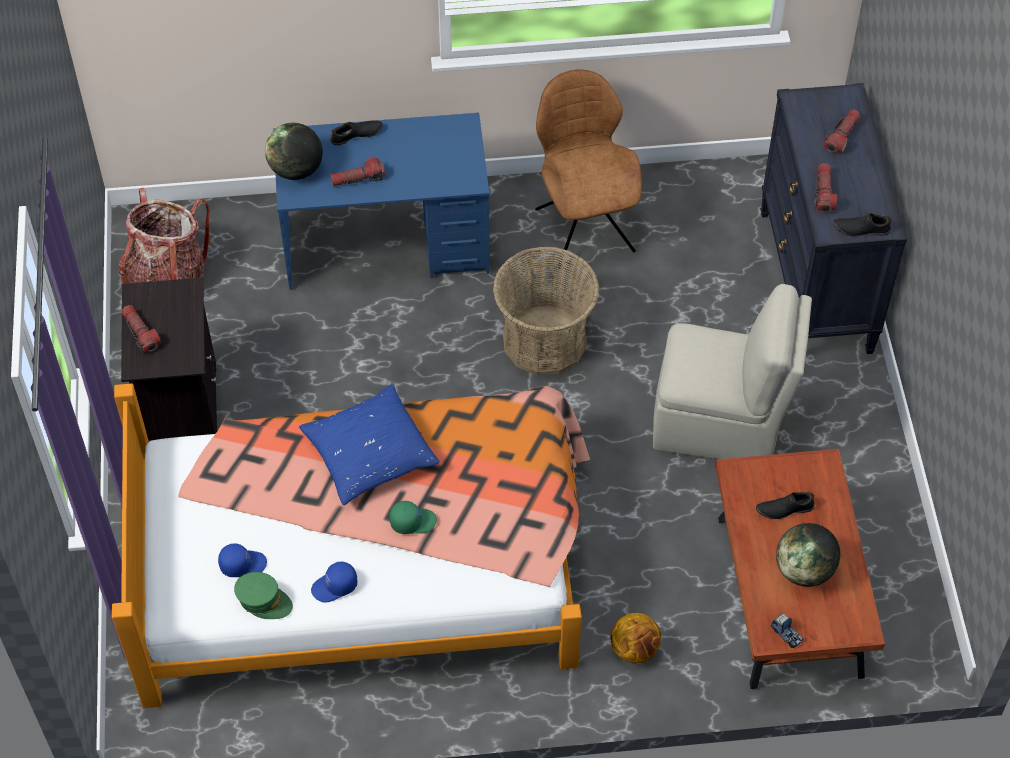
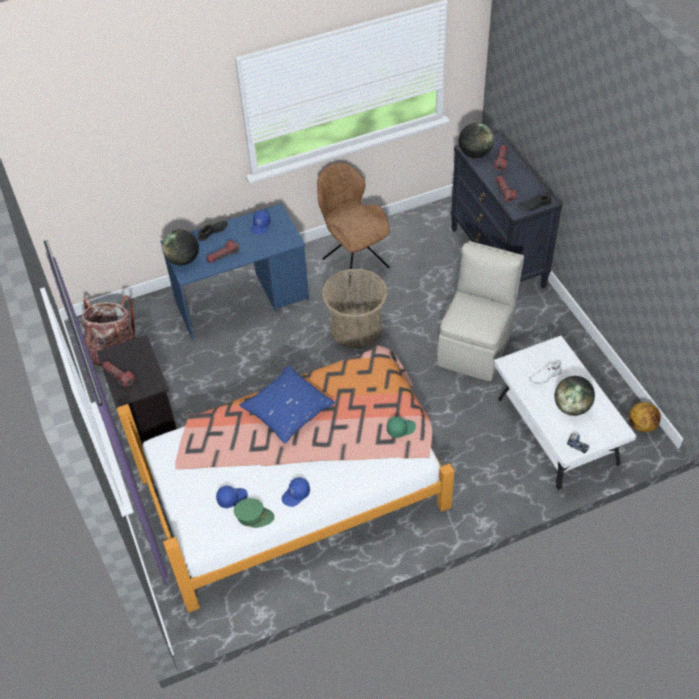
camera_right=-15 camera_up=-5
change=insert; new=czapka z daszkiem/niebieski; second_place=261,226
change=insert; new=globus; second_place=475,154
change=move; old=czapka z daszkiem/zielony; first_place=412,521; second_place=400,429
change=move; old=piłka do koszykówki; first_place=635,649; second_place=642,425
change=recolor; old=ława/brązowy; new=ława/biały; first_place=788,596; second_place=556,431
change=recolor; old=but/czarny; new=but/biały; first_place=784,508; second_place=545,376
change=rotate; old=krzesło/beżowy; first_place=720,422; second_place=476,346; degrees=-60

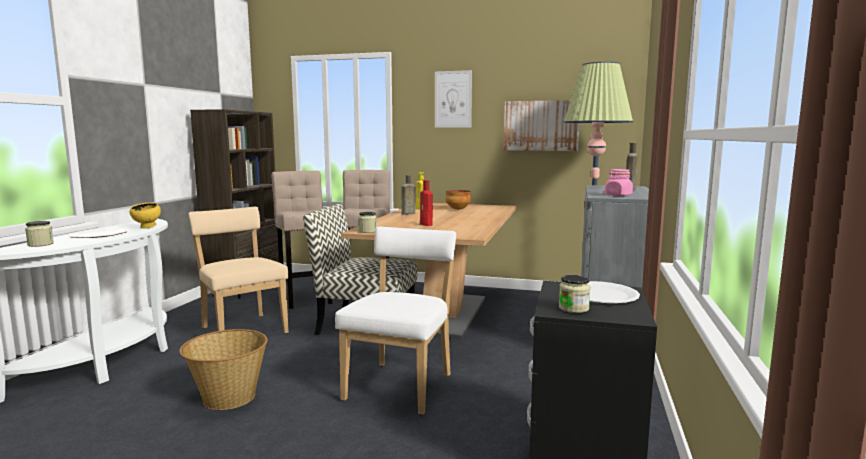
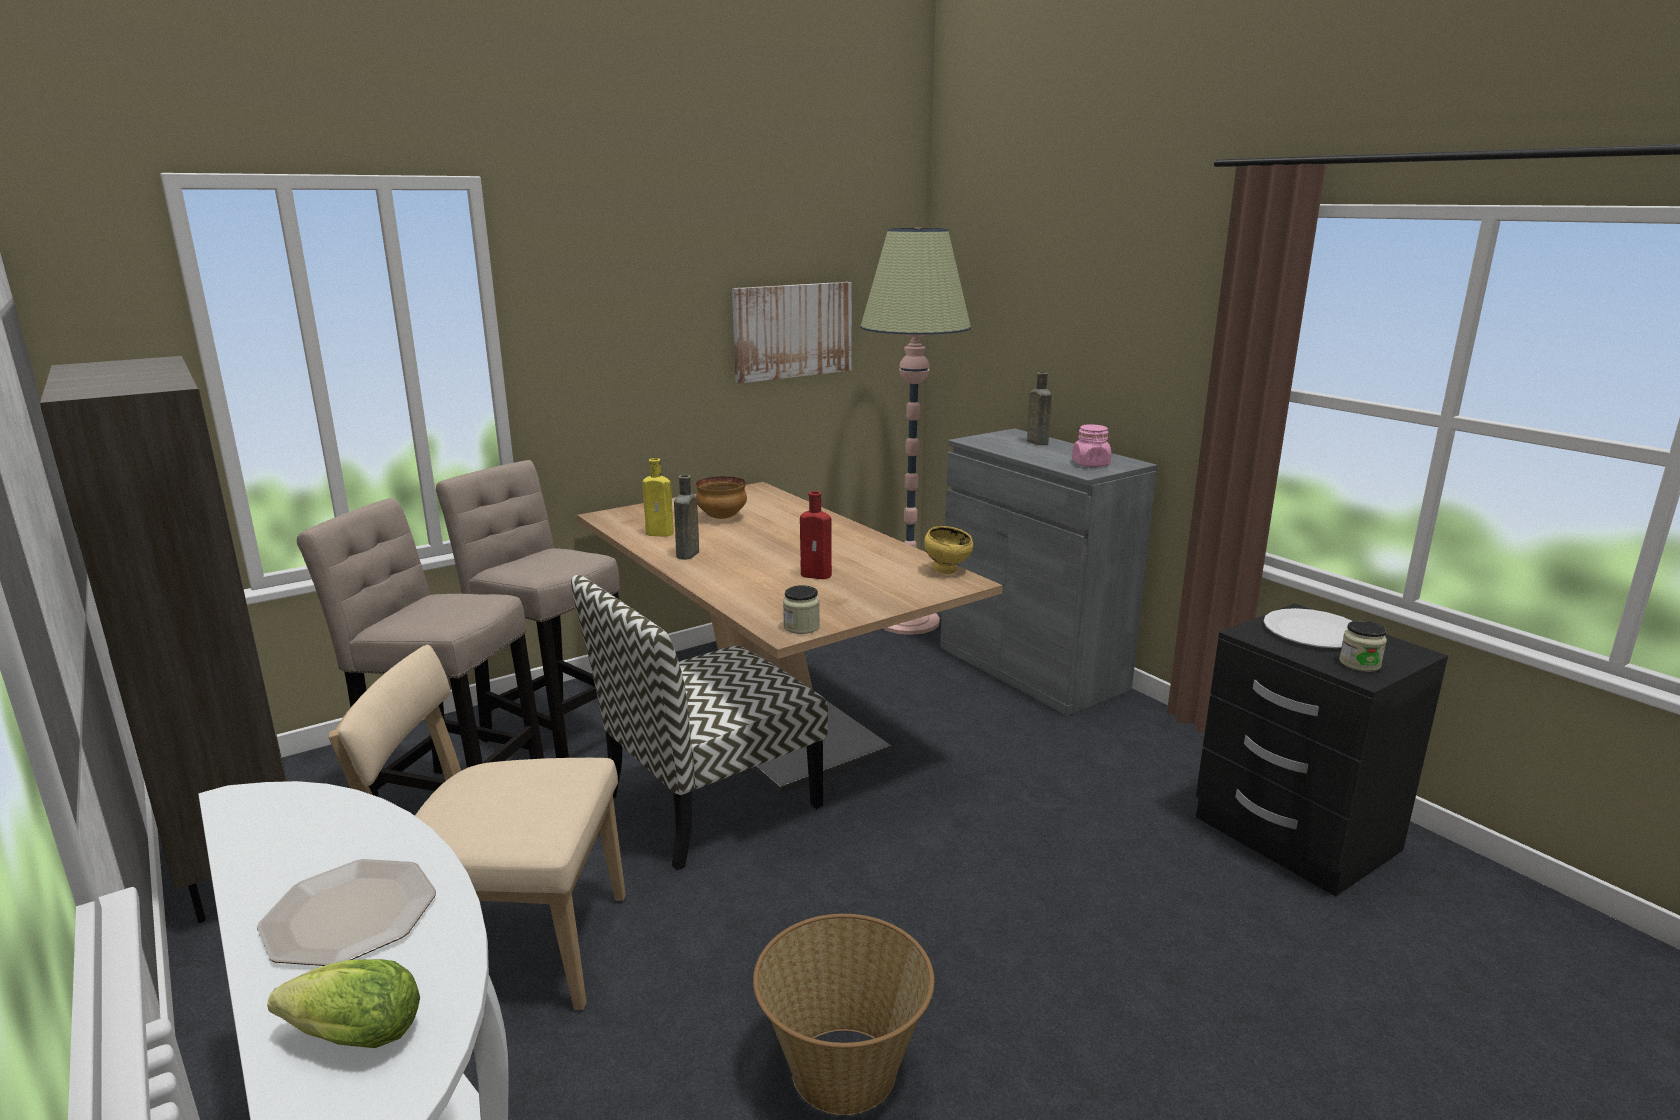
camera_right=-50 camera_up=10
change=delete; old=krzesło/biały; first_place=401,385
change=delete; old=obraz; first_place=453,99
change=move; old=miska/żółty; first_place=147,227; second_place=947,571
change=replace; old=słoik; new=sałata; first_place=40,244; second_place=348,1037

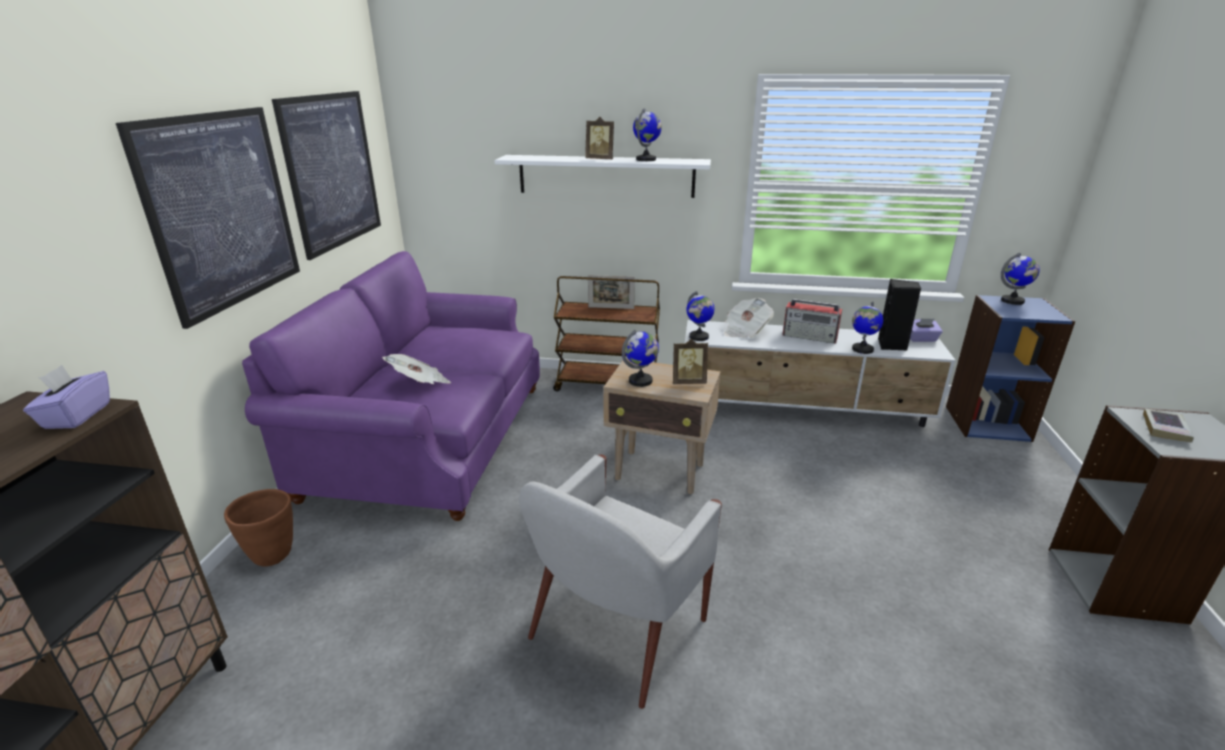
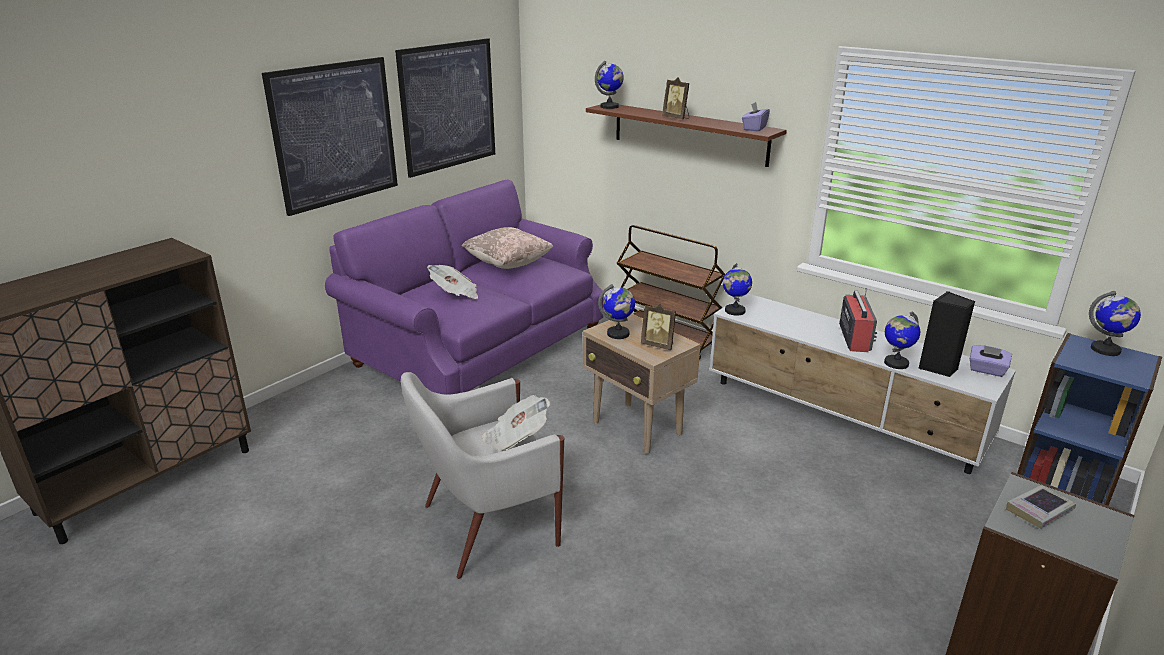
camera_right=30 camera_up=0
change=delete; old=donica/brązowy; first_place=273,555
change=delete; old=ramka na zdjęcie; first_place=611,308
change=insert; new=poduszka/beżowy; second_place=508,264
change=move; old=pudełko chusteczek/fioletowy; first_place=77,416; second_place=754,128
change=move; old=globus; first_place=646,159; second_place=609,107
change=move; old=gazeta; first_place=745,331; second_place=516,438
change=recolor; old=półka/biały; new=półka/brązowy; first_place=606,176; second_place=689,133
change=rotate; old=radio; first_place=810,337; second_place=854,337; degrees=-135

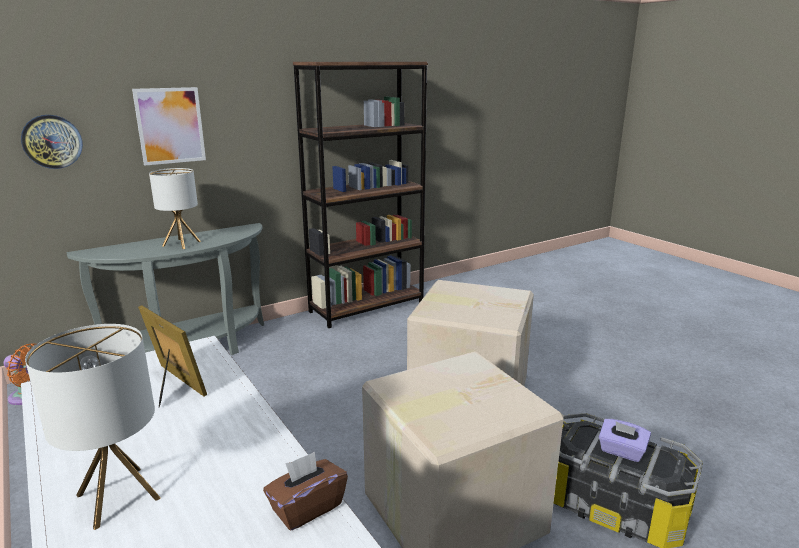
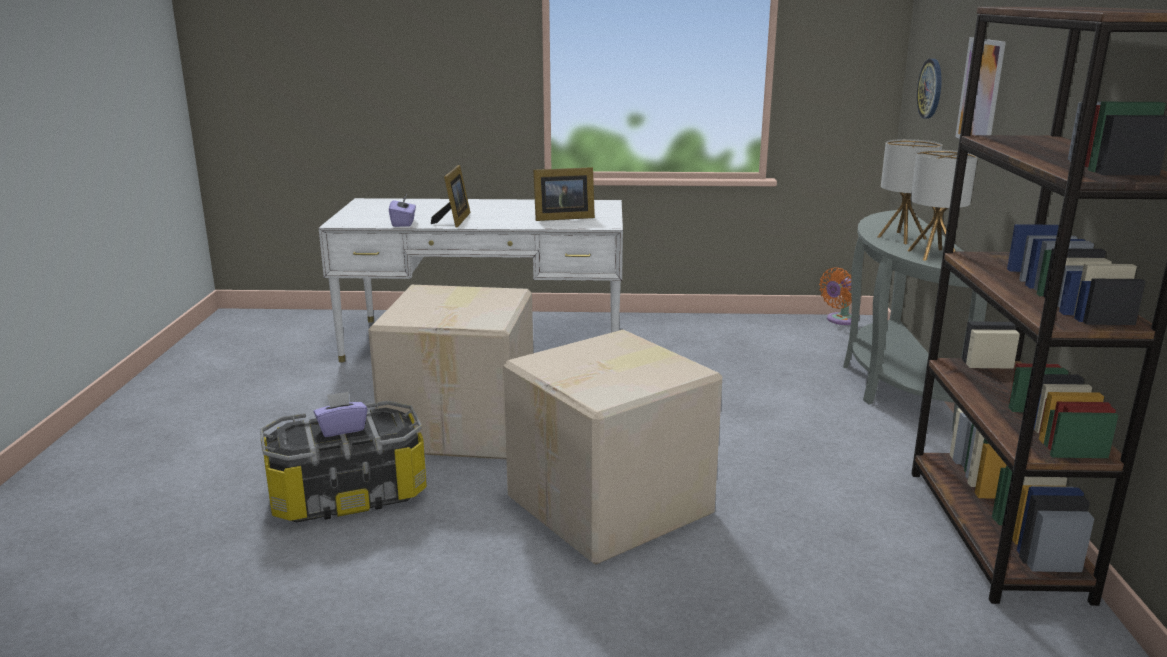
camera_right=125 camera_up=0
change=insert; new=ramka na zdjęcie; second_place=454,220
change=move; old=lampa stołowa; first_place=119,496; second_place=932,255
change=recolor; old=pudełko chusteczek/brązowy; new=pudełko chusteczek/fioletowy; first_place=307,507; second_place=403,223

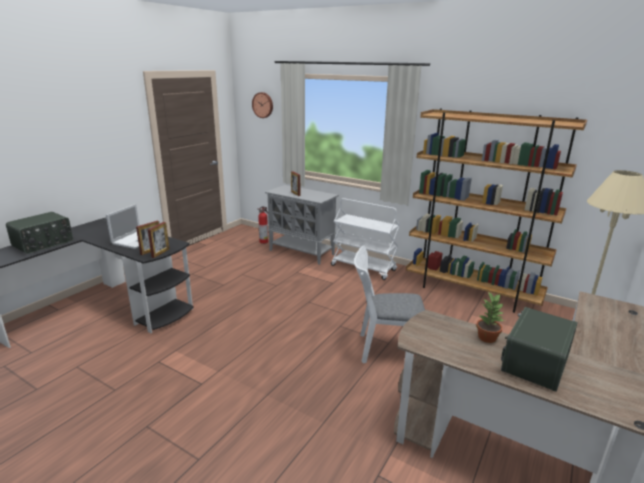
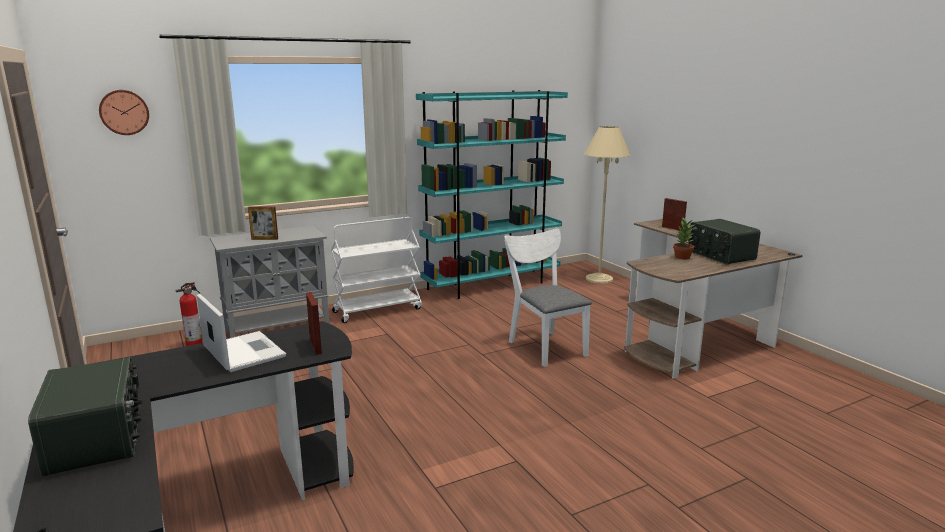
camera_right=-60 camera_up=-5
change=move; old=ramka na zdjęcie; first_place=160,253; second_place=672,228
change=recolor; old=regał/brązowy; new=regał/turkusowy; first_place=471,292; second_place=492,285
change=rotate; old=krzesło/biały; first_place=384,349; second_place=544,346; degrees=120

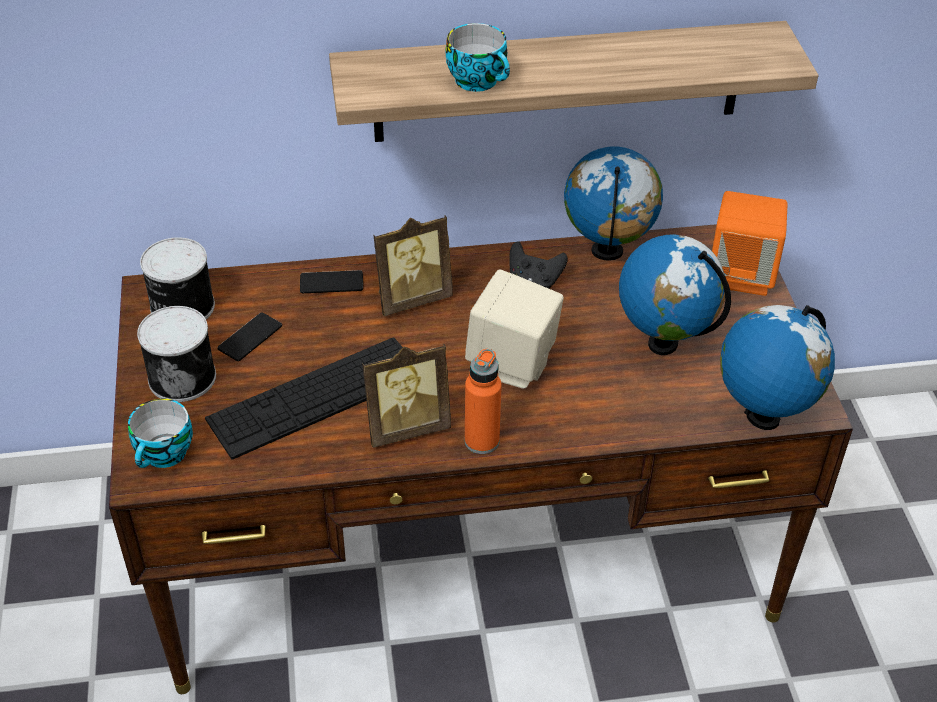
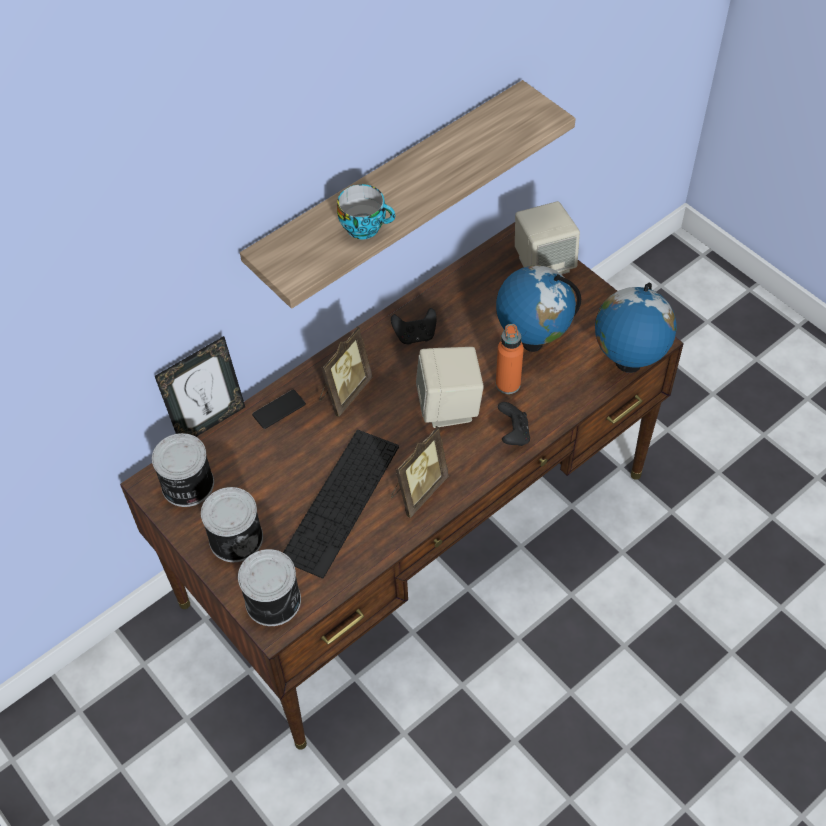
camera_right=-30 camera_up=10
change=delete; old=telefon; first_place=250,337
change=delete; old=globus; first_place=607,251
change=insert; new=ramka na zdjęcie; second_place=210,422
change=insert; new=pad do gier/czarny; second_place=513,434
change=move; old=butelka/pomarańczowy; first_place=481,441; second_place=508,384
change=replace; old=filiżanka; new=puszka; first_place=165,455; second_place=274,601
change=recolor; old=głośnik/pomarańczowy; new=głośnik/beżowy; first_place=741,275; second_place=543,264

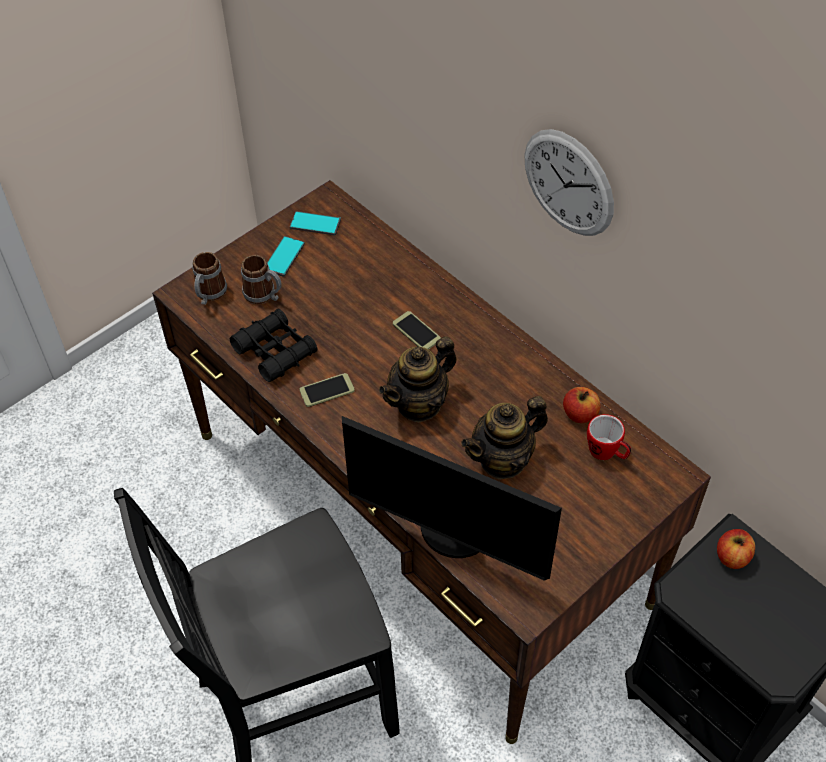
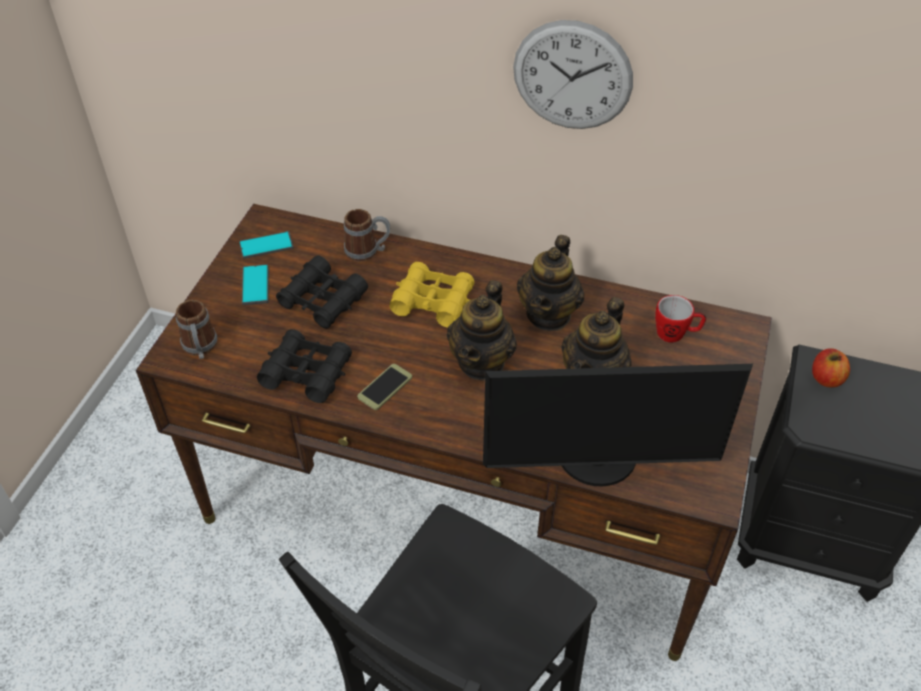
camera_right=-30 camera_up=-5
change=delete; old=jabłko; first_place=580,414
change=insert; new=lornetka/czarny; second_place=322,300
change=insert; new=imbryk; second_place=549,314
change=move; old=kubek; first_place=264,295; second_place=368,251
change=replace; old=telefon; new=lornetka/żółty; first_place=416,332; second_place=433,301

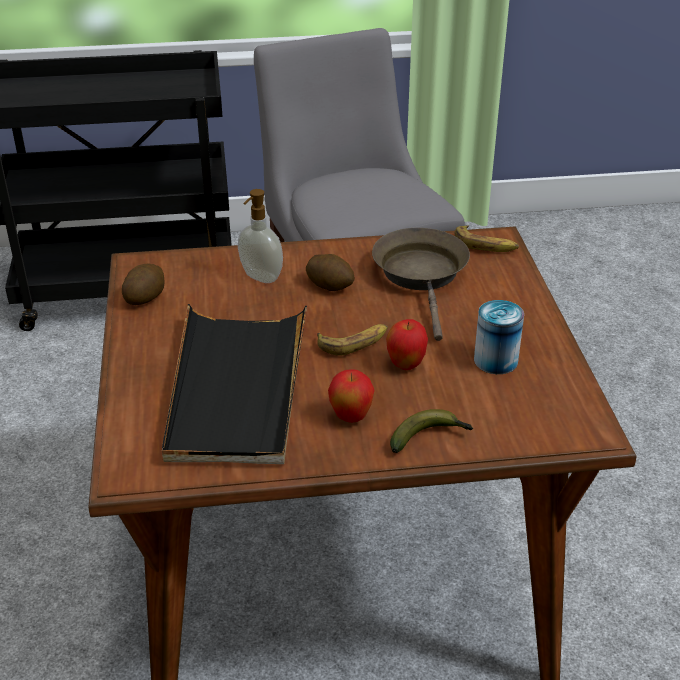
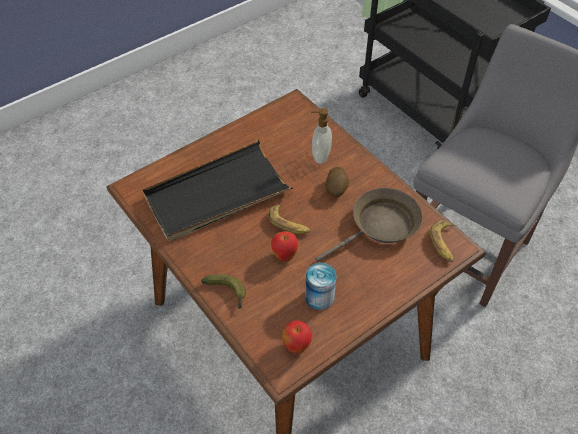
camera_right=60 camera_up=15
change=delete; old=ziemniak; first_place=145,297
change=move; old=jabłko; first_place=351,417; second_place=296,346

